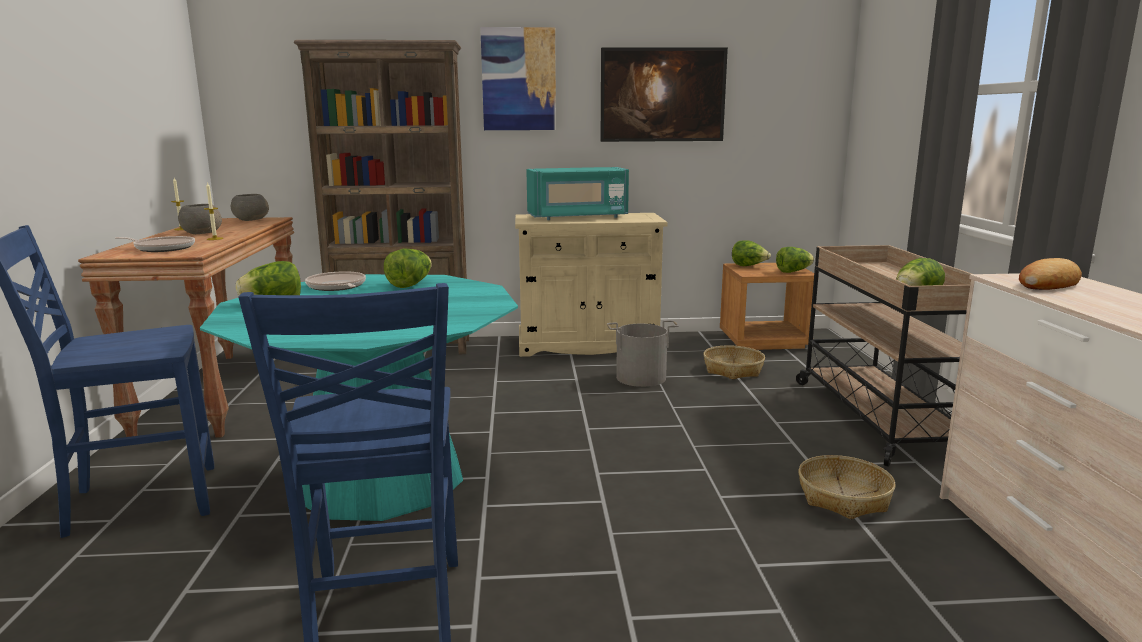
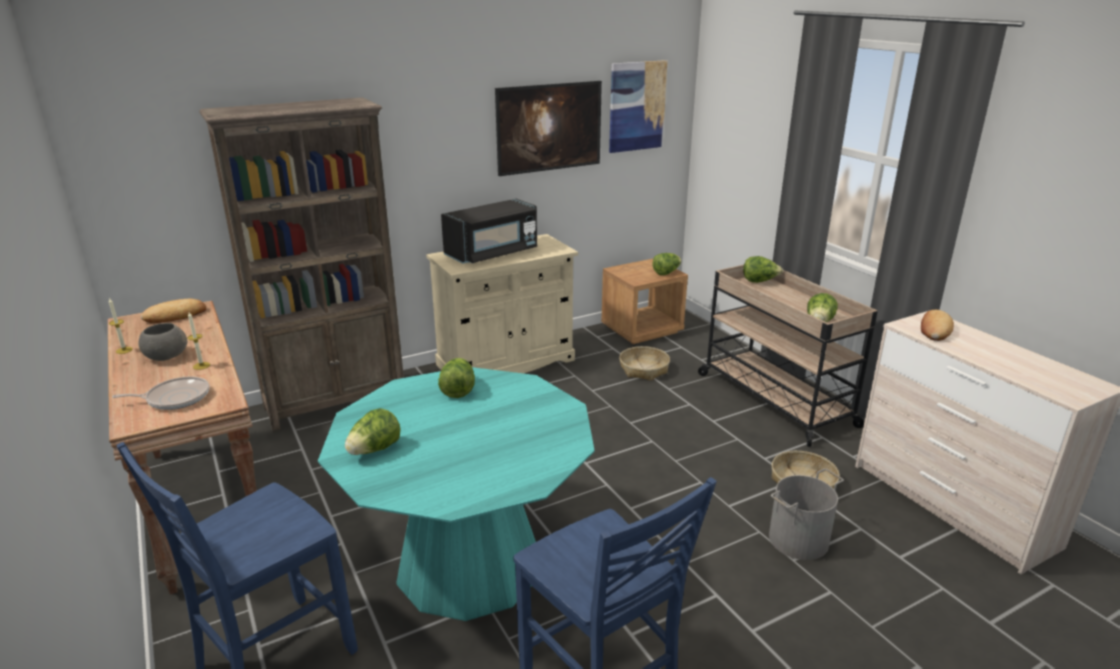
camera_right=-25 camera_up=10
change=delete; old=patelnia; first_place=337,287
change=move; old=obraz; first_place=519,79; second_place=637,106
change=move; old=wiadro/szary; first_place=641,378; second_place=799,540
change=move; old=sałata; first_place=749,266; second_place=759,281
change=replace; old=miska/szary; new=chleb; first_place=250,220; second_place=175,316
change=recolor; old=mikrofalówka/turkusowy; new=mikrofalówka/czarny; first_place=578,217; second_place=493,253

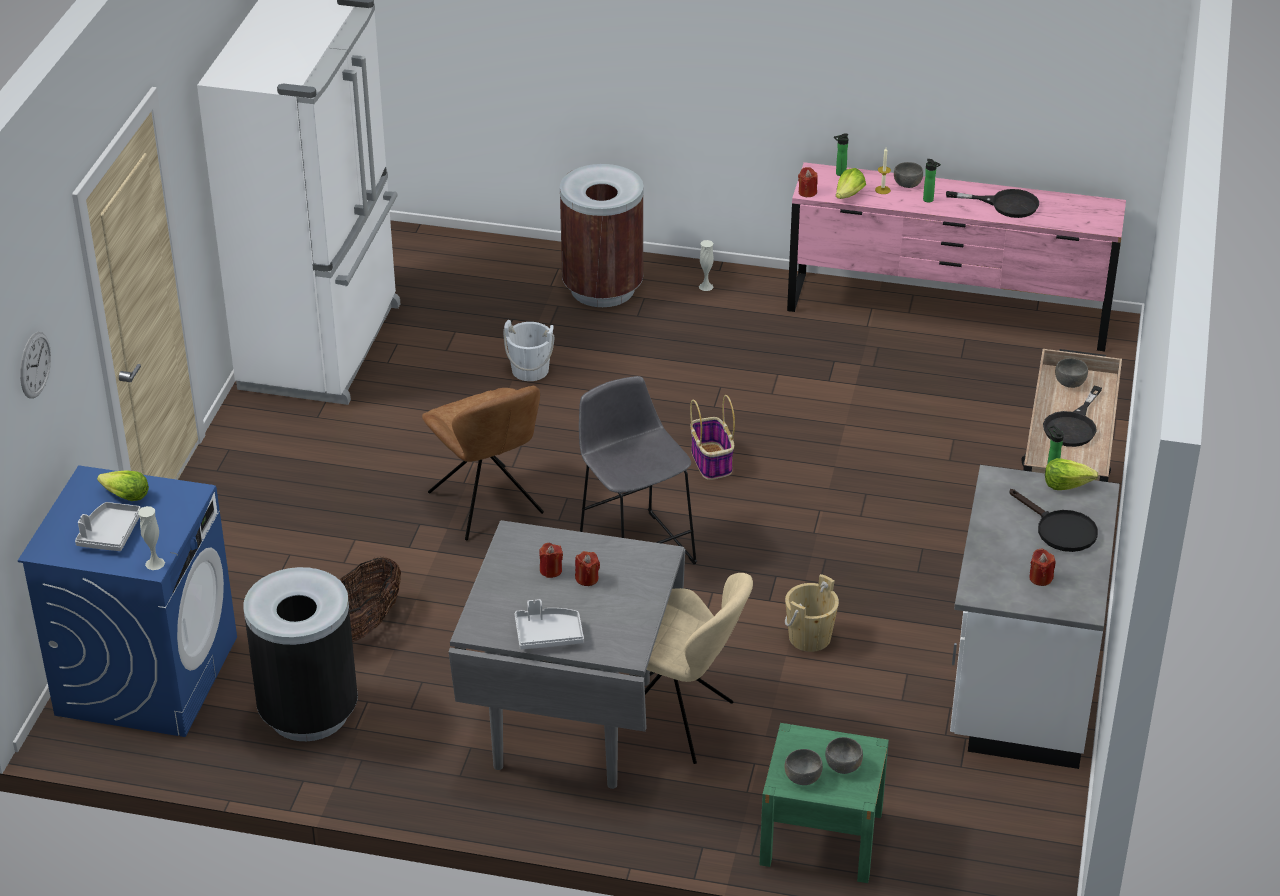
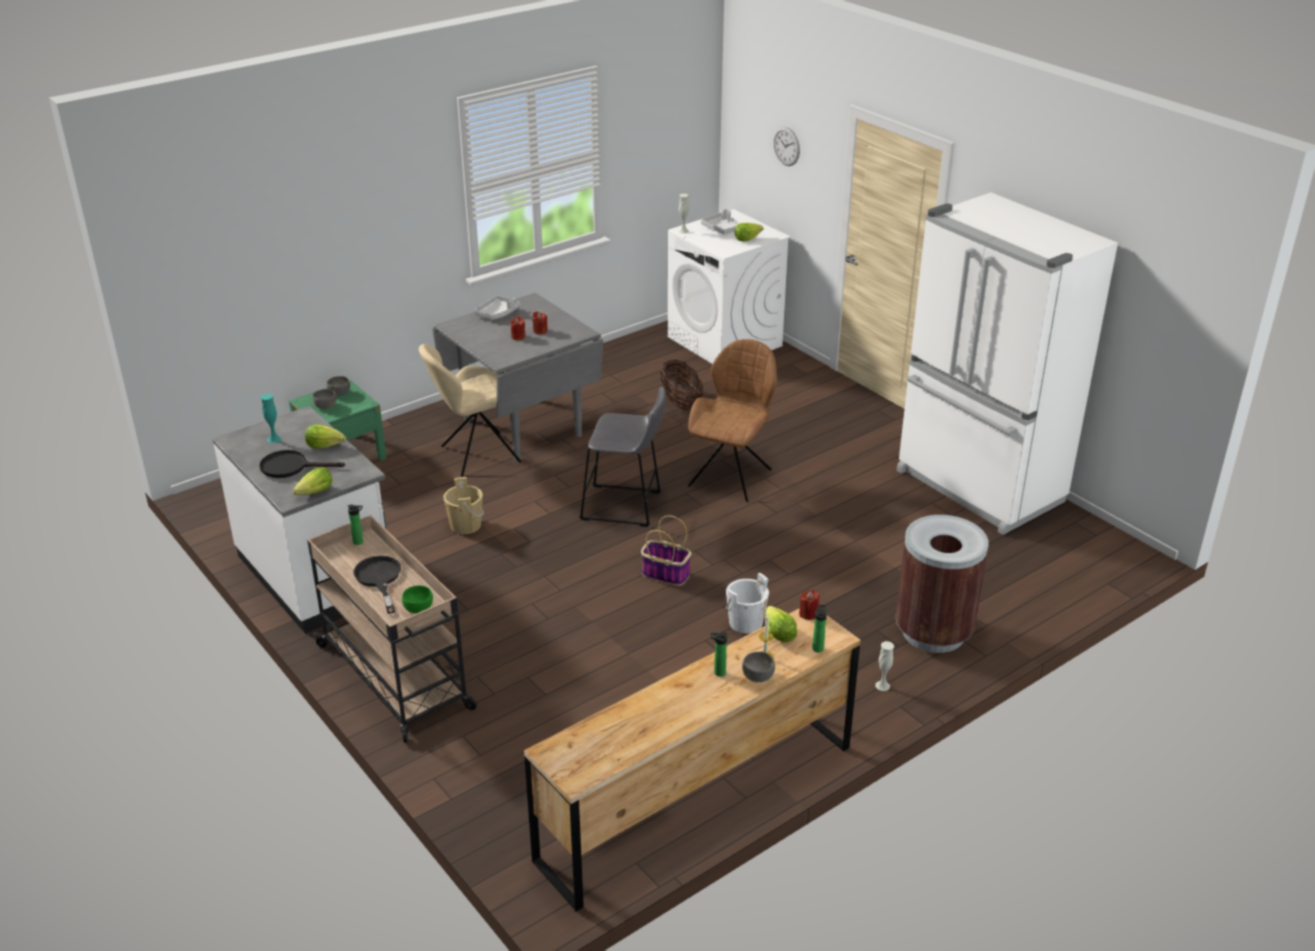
camera_right=130 camera_up=-5
change=delete; old=kosz na śmieci/czarny; first_place=308,713
change=delete; old=patelnia/czarny; first_place=1005,204
change=insert; new=sałata; second_place=325,445
change=move; old=wiadro/biały; first_place=530,370; second_place=746,623
change=replace; old=świeca/czerwony; new=wazon/turkusowy; first_place=1040,578; second_place=274,439
change=recolor; old=pralka/niebieski; new=pralka/biały; first_place=147,675; second_place=725,342
change=recolor; old=komoda/różowy; new=komoda/brązowy; first_place=948,312; second_place=697,802
change=recolor; old=miska/szary; new=miska/zielony; first_place=1069,382; second_place=419,608
change=rotate; old=krzesło/brązowy; first_place=487,506; second_place=731,476; degrees=105

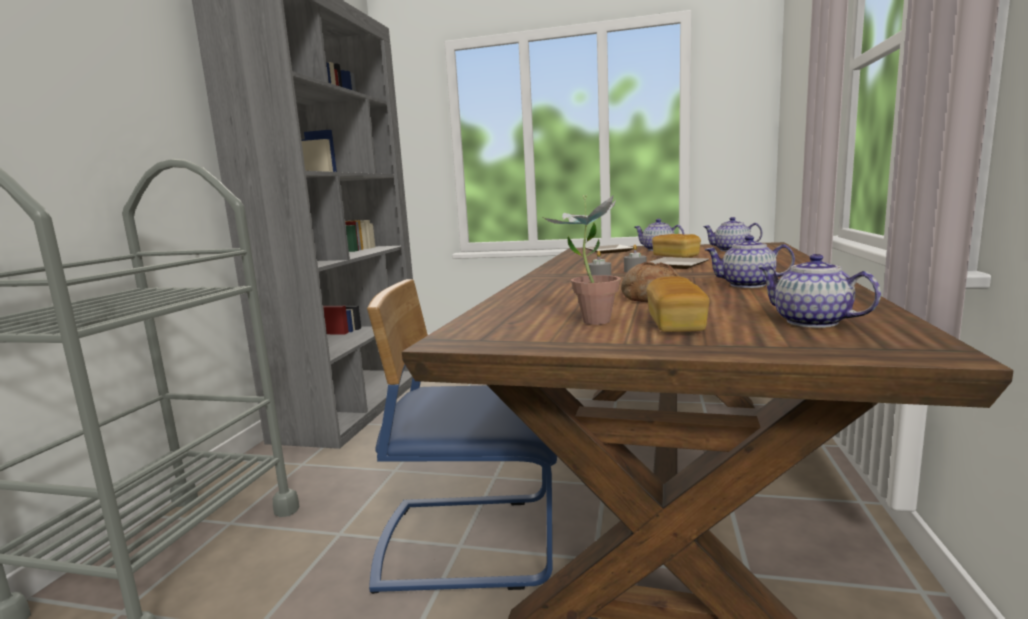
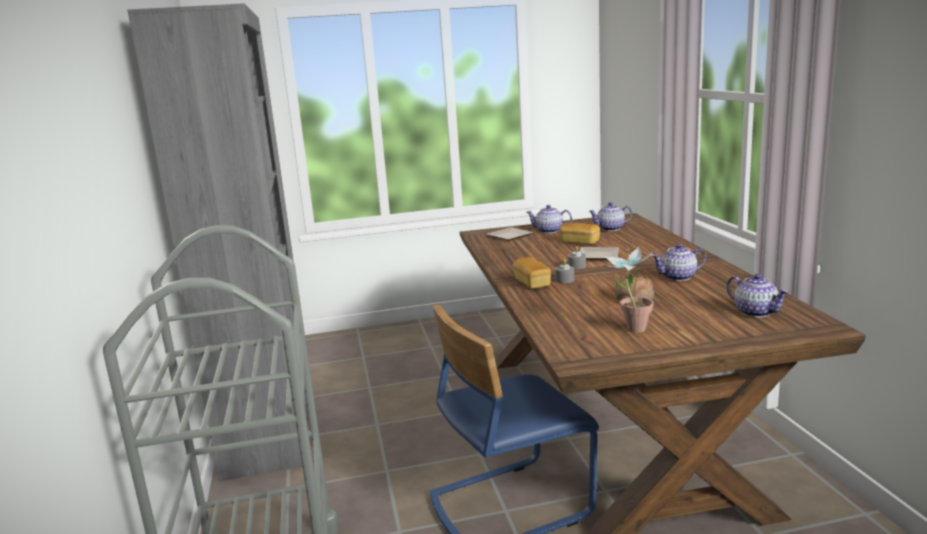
camera_right=-25 camera_up=5
change=move; old=chleb; first_place=675,325; second_place=532,283
change=rotate; old=imbryk; first_place=812,322; second_place=755,312; degrees=-150

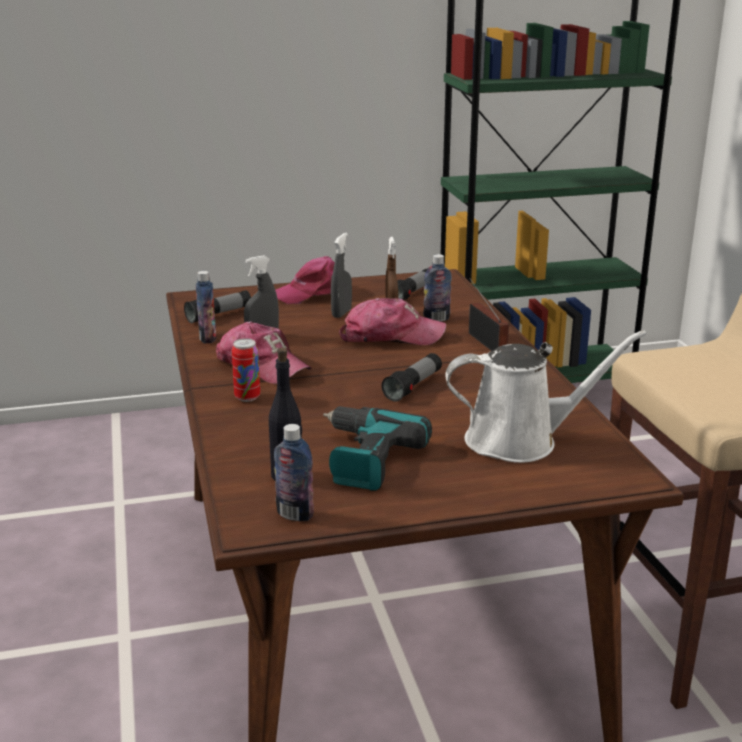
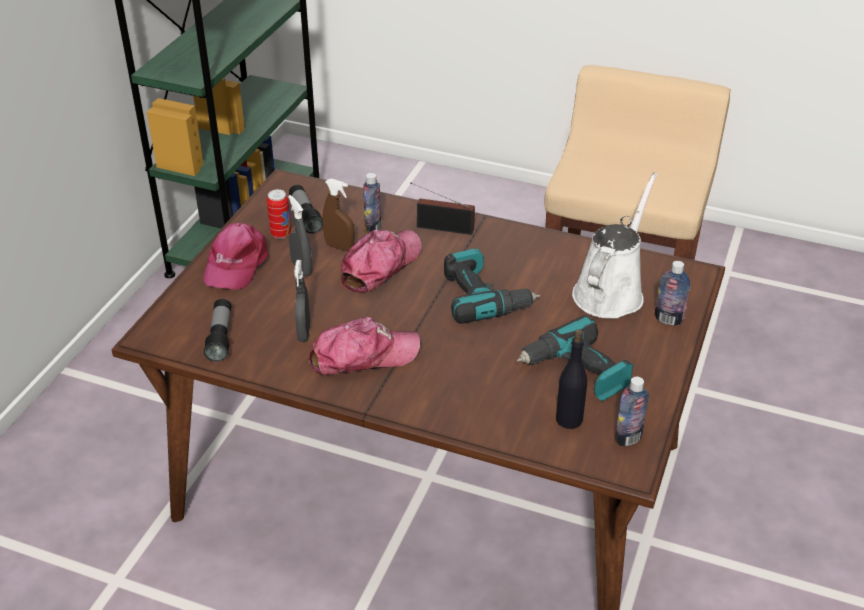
camera_right=-55 camera_up=15
change=move; old=butelka; first_place=208,338; second_place=668,319
change=move; old=puszka; first_place=247,397; second_place=280,234
change=replace; old=latarka; new=wiertarka; first_place=413,386; second_place=484,297

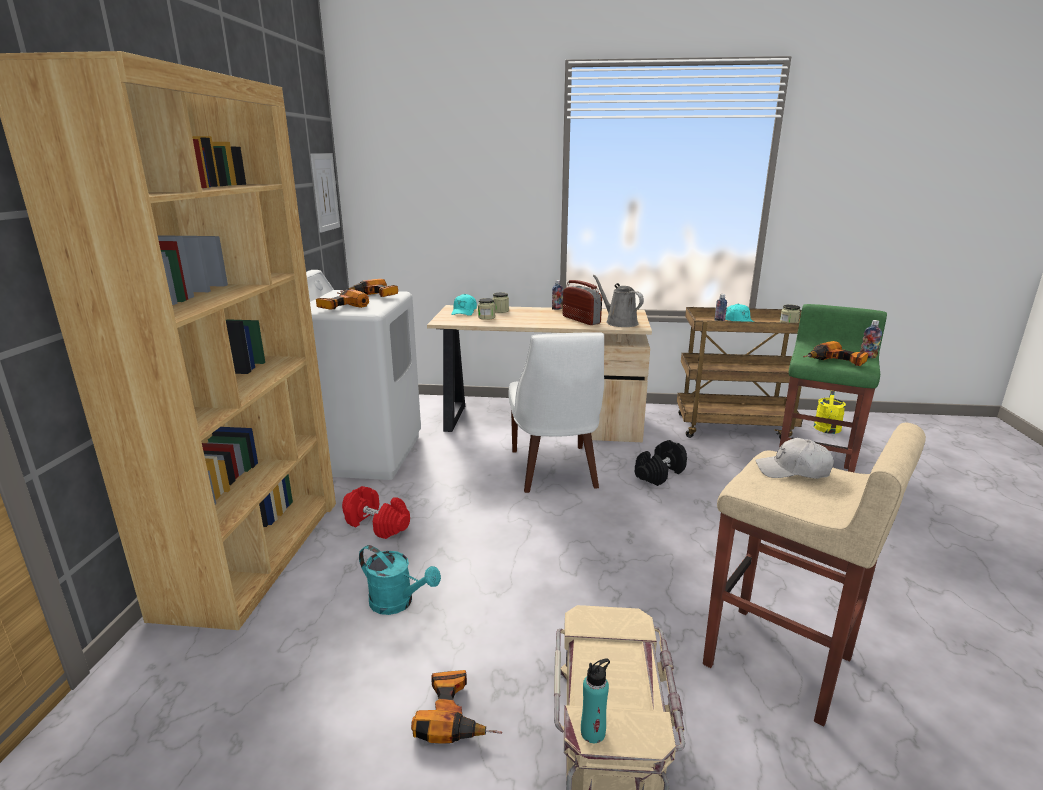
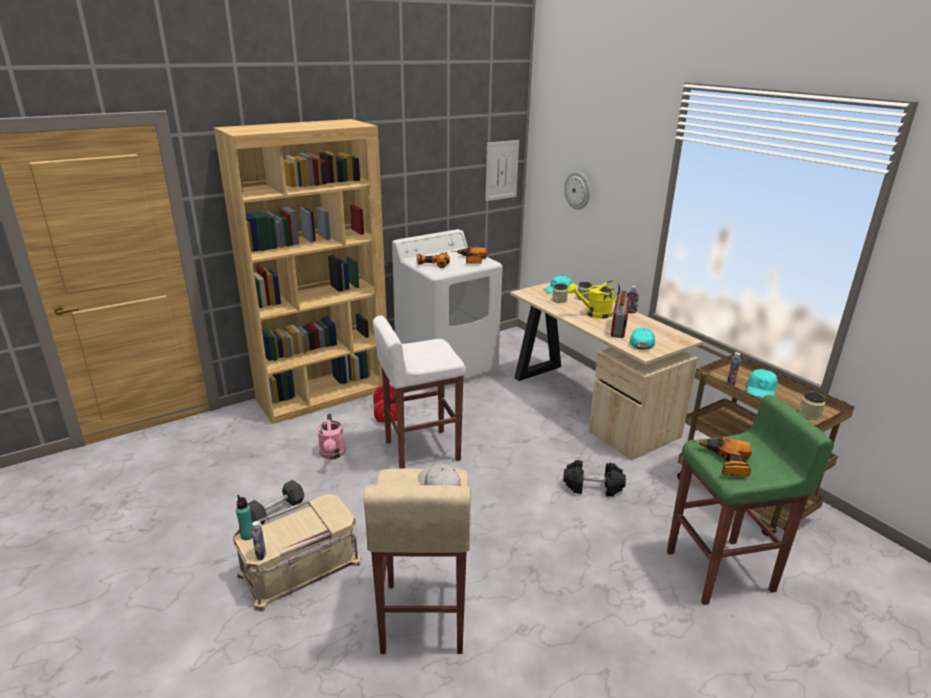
camera_right=50 camera_up=5
change=delete; old=krzesło/biały; first_place=554,471
change=insert; new=stołek/biały; second_place=420,450
change=insert; new=zegar ścienny; second_place=577,190
change=move; old=konewka/żółty; first_place=827,430; second_place=594,314
change=move; old=butelka; first_place=867,356; second_place=260,554
change=replace; old=wiertarka; new=hantel/szary; first_place=455,714; second_place=275,511
change=replace; old=konewka/szary; new=czapka z daszkiem/turkusowy; first_place=619,322; second_place=641,343
change=recolor; old=konewka/turkusowy; new=konewka/różowy; first_place=398,603; second_place=332,454

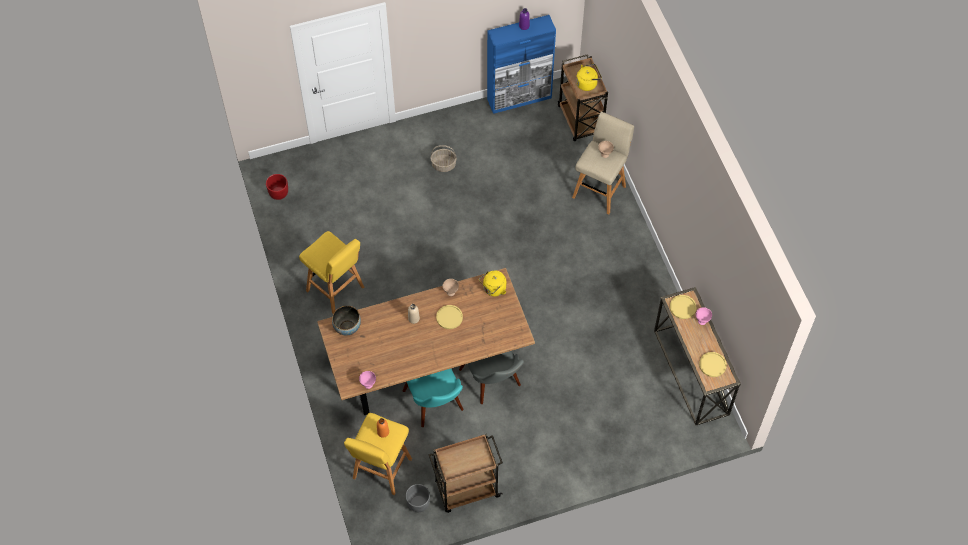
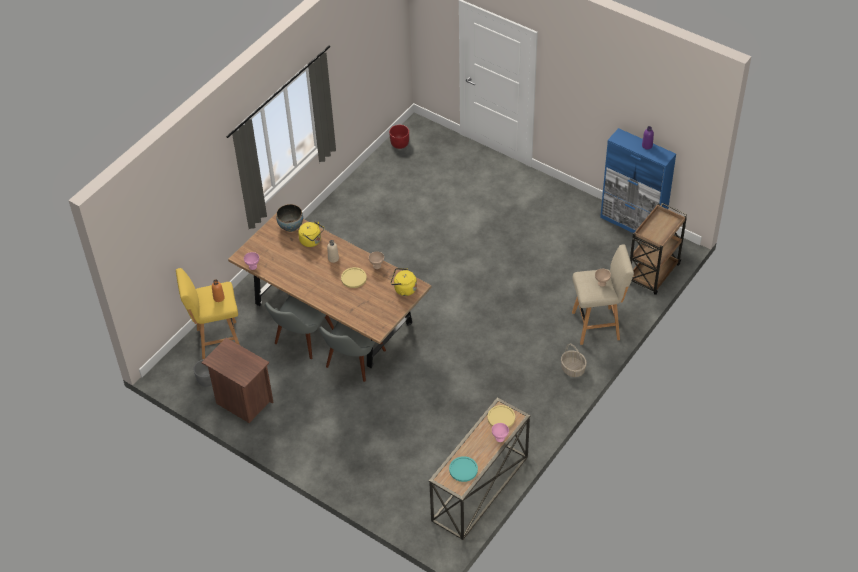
camera_right=55 camera_up=-10
change=delete; old=stołek/żółty; first_place=336,290
change=move; old=koszyk; first_place=444,165; second_place=573,369
change=move; old=czajnik/żółty; first_place=587,83; second_place=312,241
change=replace; old=wózek/brązowy; new=szafka nocna/brązowy; first_place=466,490; second_place=242,402
change=recolor; old=krzesło/turkusowy; new=krzesło/szary; first_place=437,406; second_place=300,341
change=recolor; old=talerz/żółty; new=talerz/turkusowy; first_place=712,365; second_place=463,469

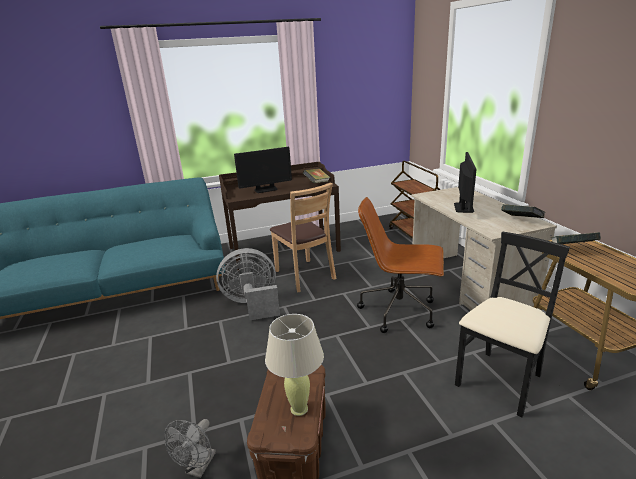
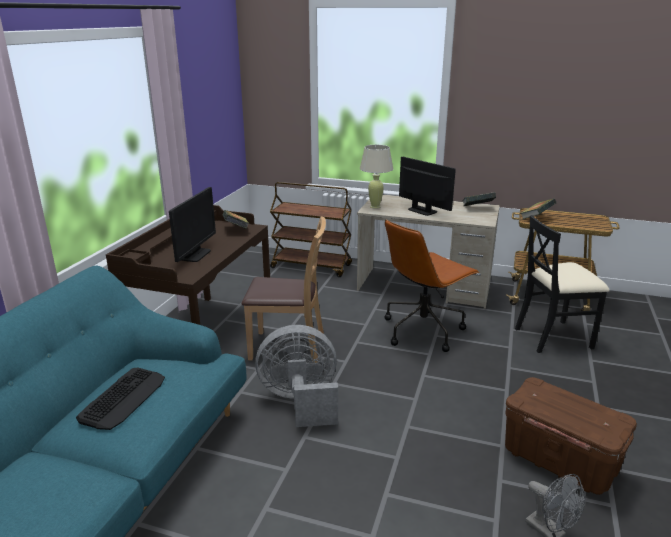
camera_right=-55 camera_up=0
change=insert; new=klawiatura; second_place=123,398
change=move; old=lampa stołowa/beżowy; first_place=299,408; second_place=375,206
change=rotate; old=wentylator/szary; first_place=252,304; second_place=300,402; degrees=60
change=rotate; old=krzesło/czarny; first_place=500,382; second_place=553,337; degrees=-90

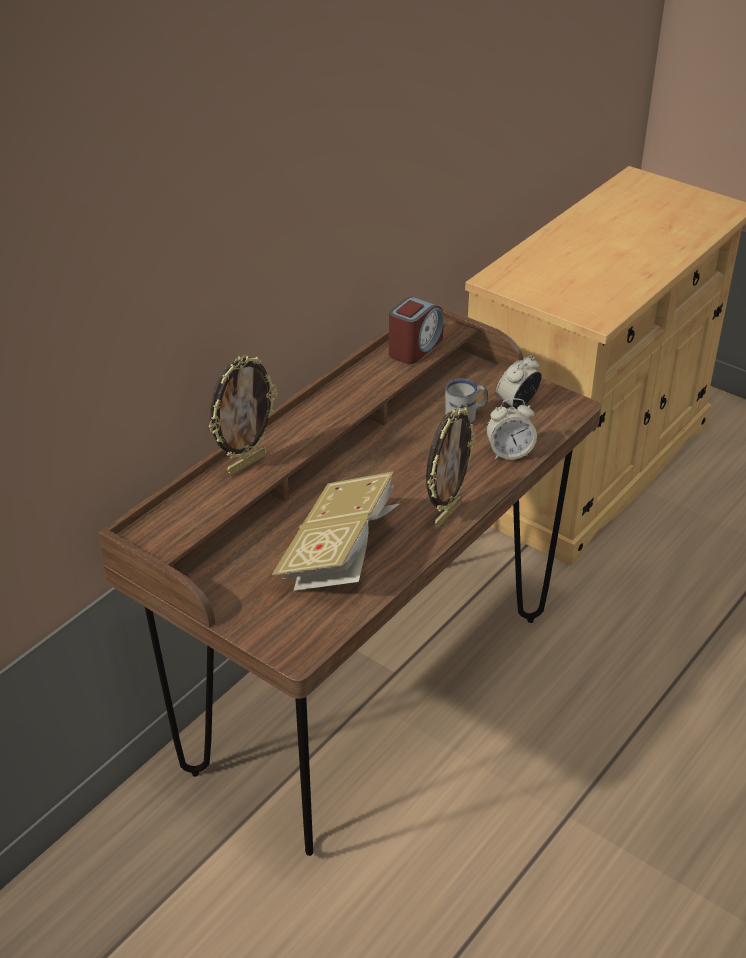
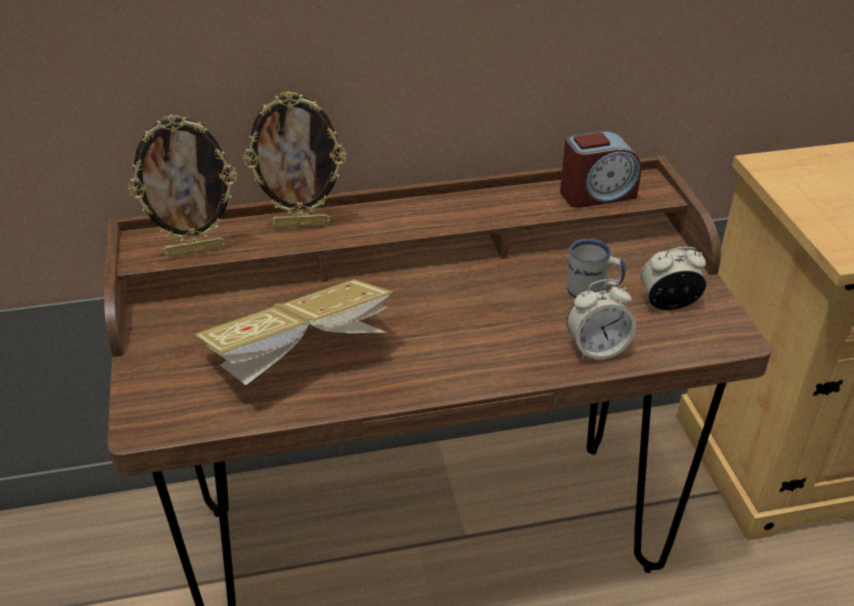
camera_right=40 camera_up=0
change=move; old=ramka na zdjęcie; first_place=446,514; second_place=195,250
change=rotate; old=budzik; first_place=509,452; second_place=597,349; degrees=-45

